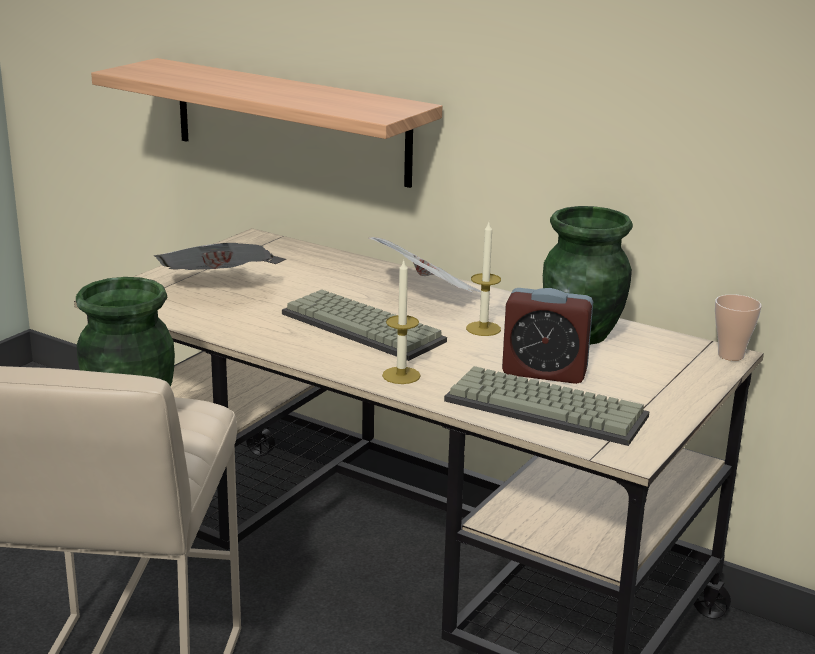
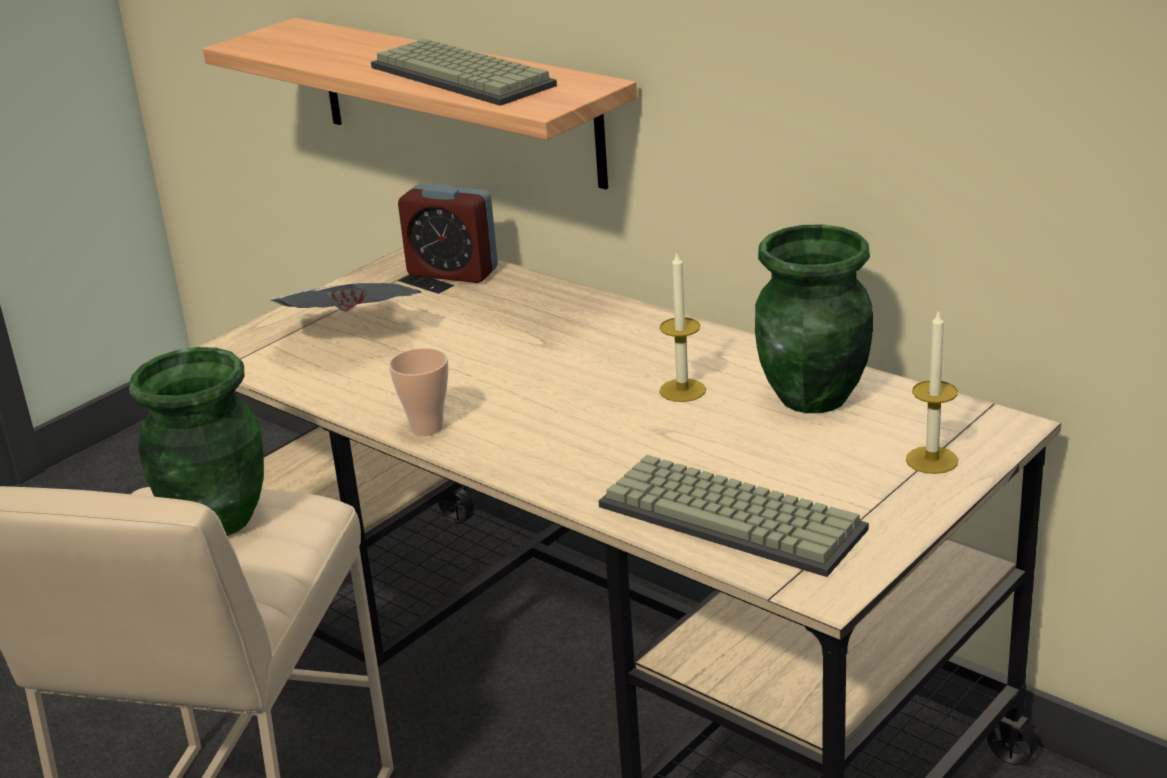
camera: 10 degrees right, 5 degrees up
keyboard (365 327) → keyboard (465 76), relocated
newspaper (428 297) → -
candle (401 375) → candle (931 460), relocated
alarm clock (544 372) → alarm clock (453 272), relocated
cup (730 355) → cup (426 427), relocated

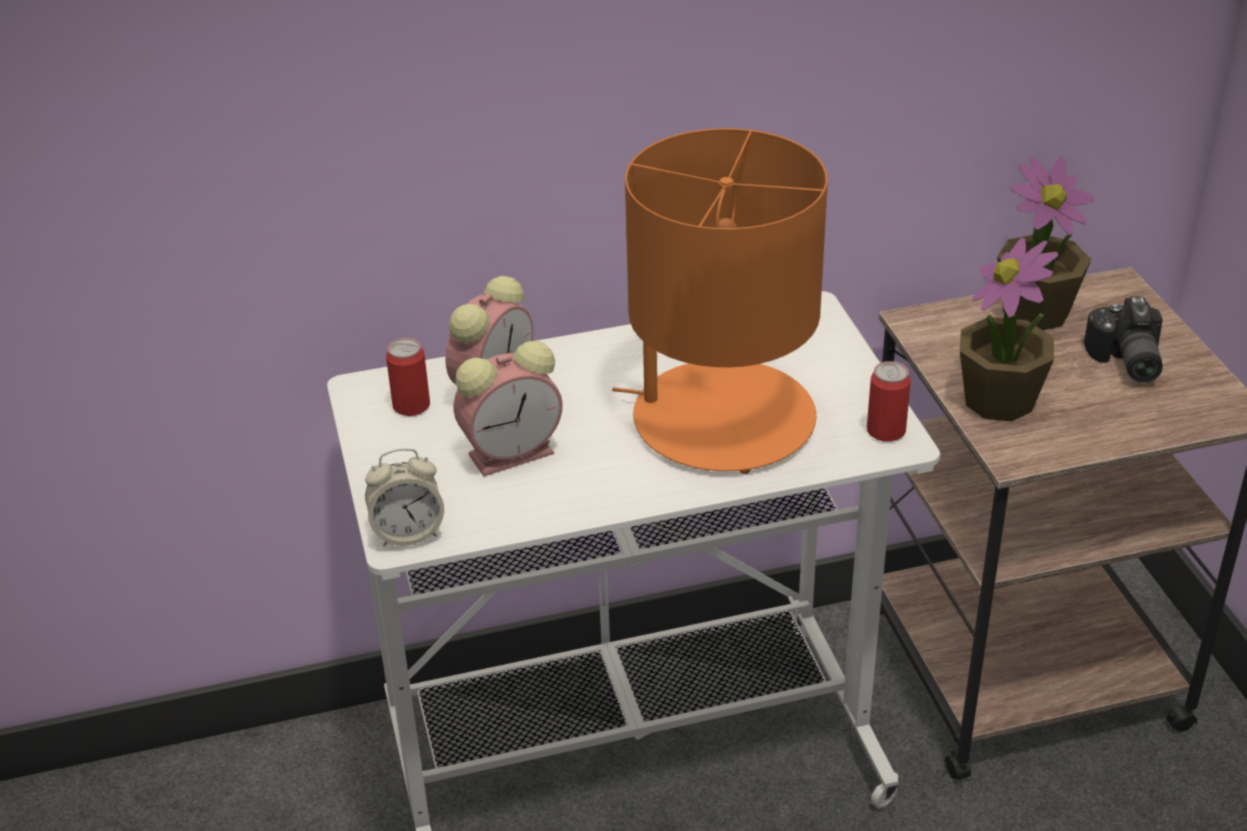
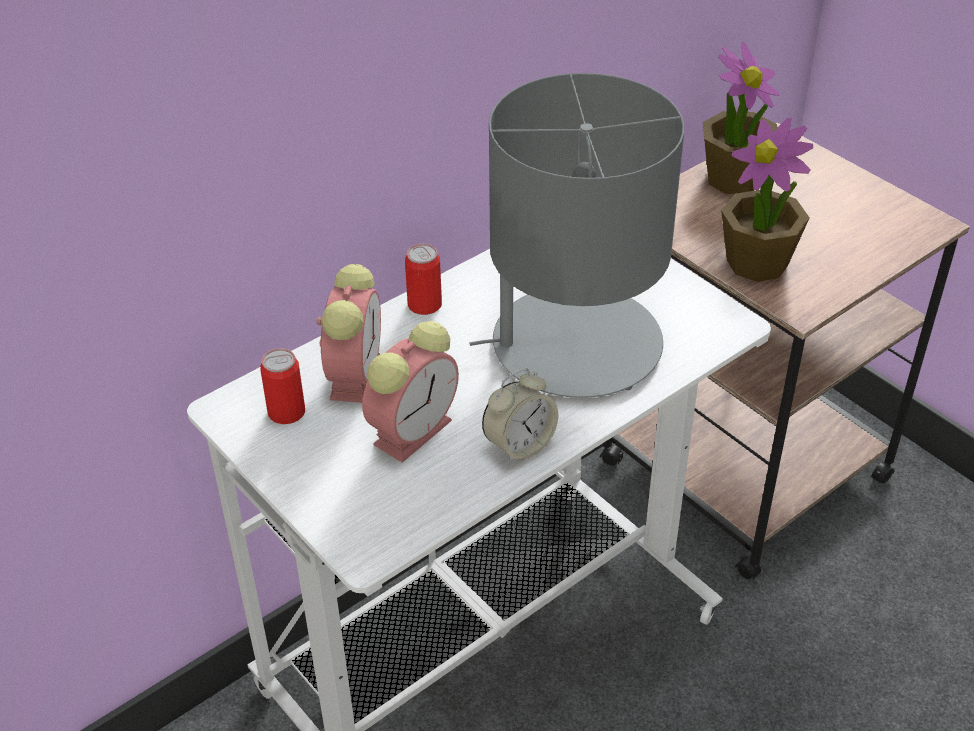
camera: 25 degrees left, 5 degrees up
alarm clock (408 533) → alarm clock (519 445), relocated
orange table lamp (721 418) → grey table lamp (574 344)
can (886 431) → can (424 305), relocated
photo camera (1124 362) → -

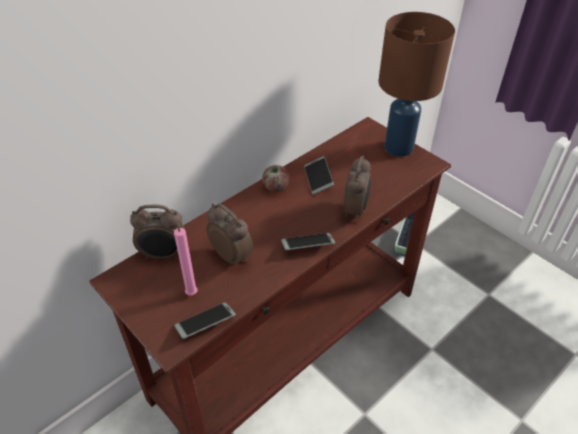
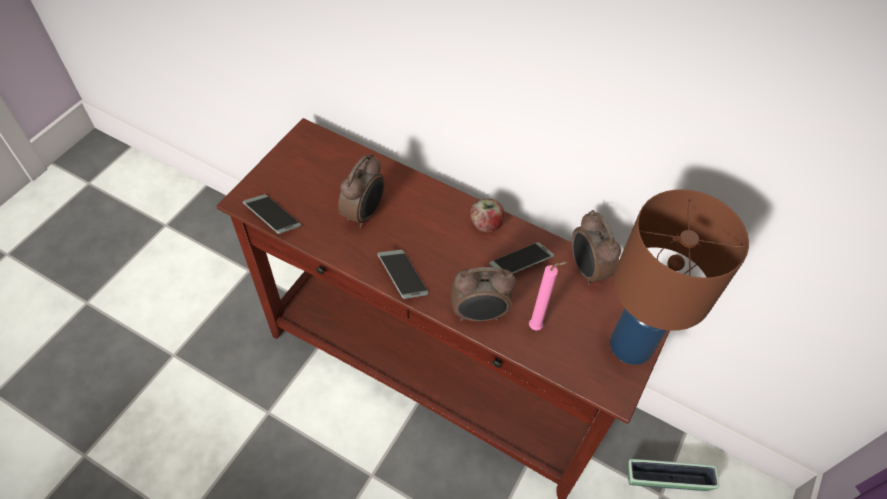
camera: 70 degrees right, 10 degrees up
alarm clock (163 255) → alarm clock (587 270), relocated
pink candle (192 292) → pink candle (537 327), relocated

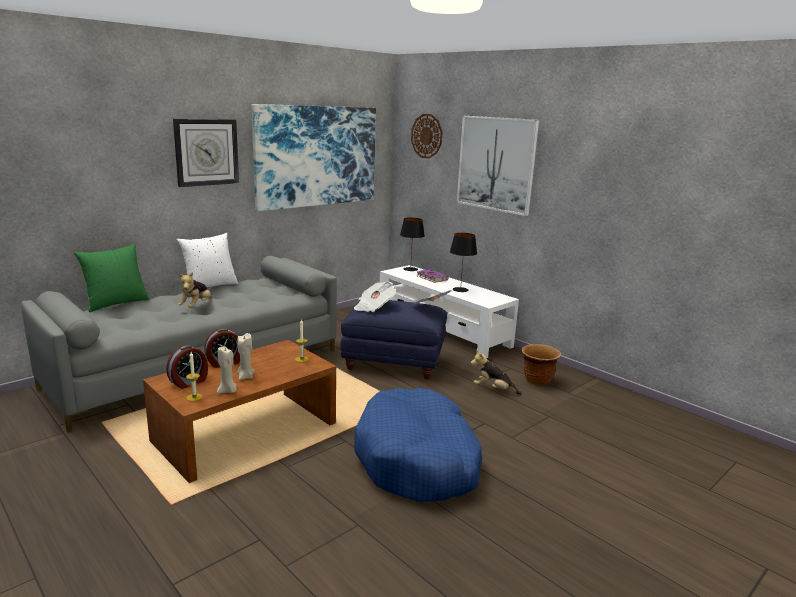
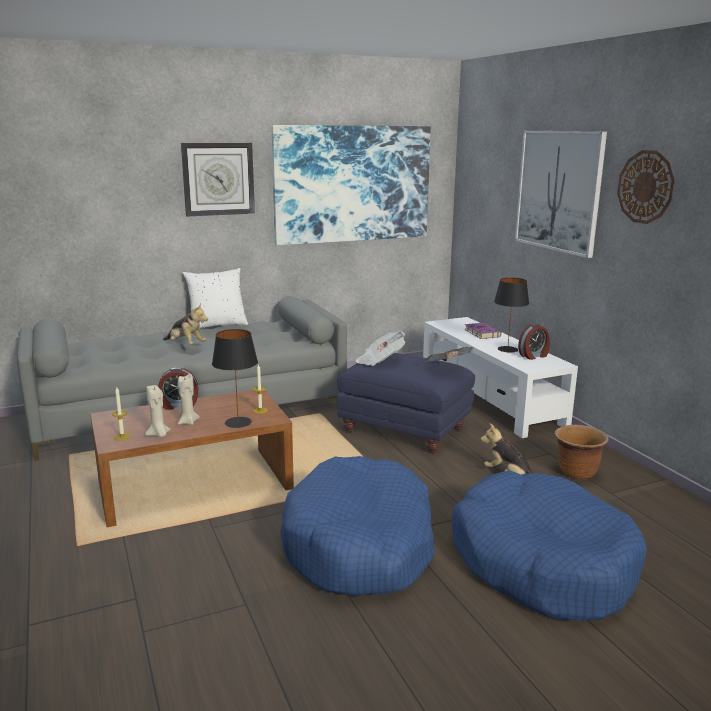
camera: 20 degrees right, 0 degrees up
green pillow (116 303) → -
alarm clock (189 382) → alarm clock (533 356), relocated
plush toy (196 306) → plush toy (186 345), 90 degrees counterclockwise
black table lamp (410 269) → black table lamp (238 422), relocated
wall clock (427 136) → wall clock (646 187), relocated
- → blue dog bed (541 563)

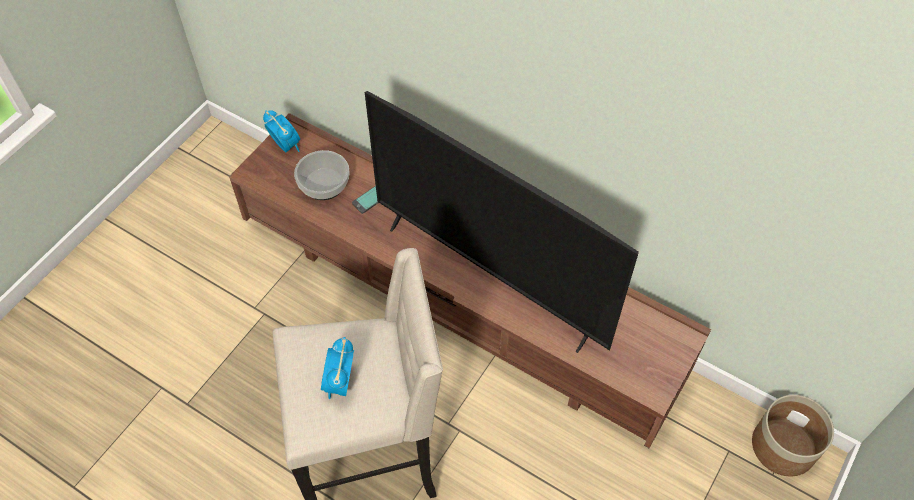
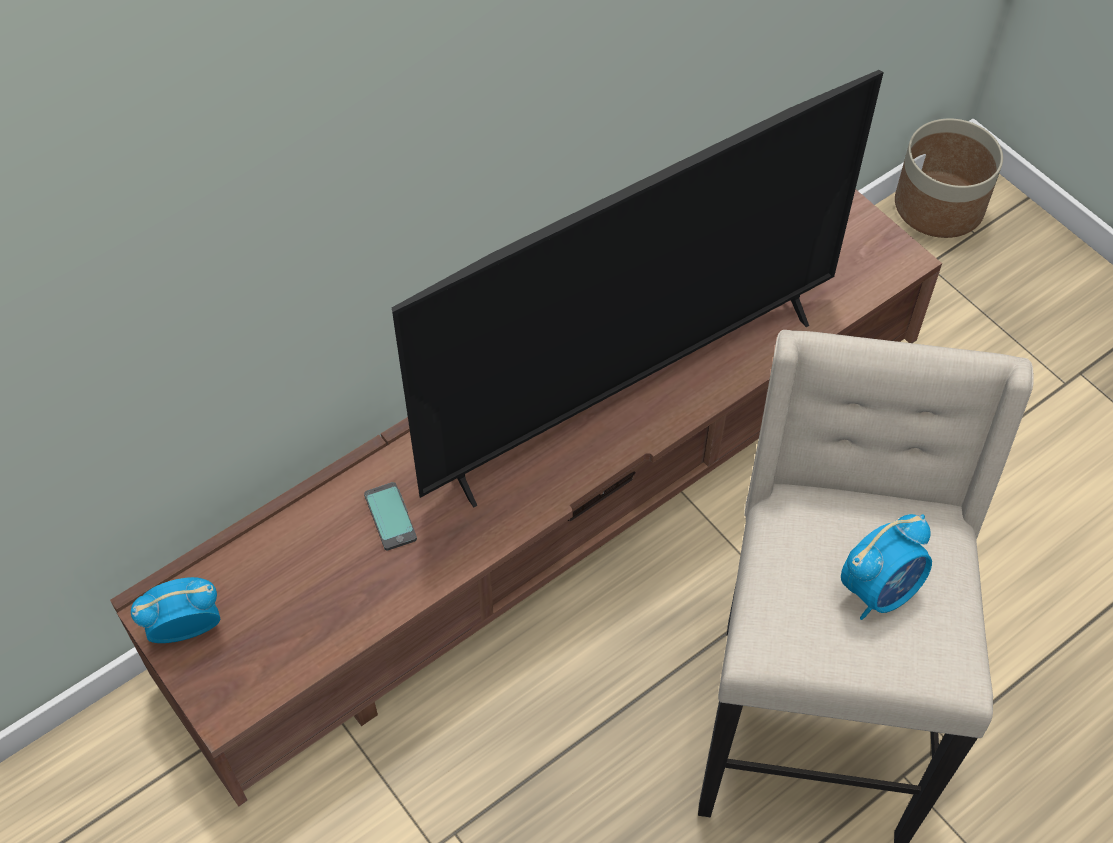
camera: 70 degrees left, 0 degrees up
bowl (324 183) → -
alarm clock (340 382) → alarm clock (879 590), 60 degrees counterclockwise

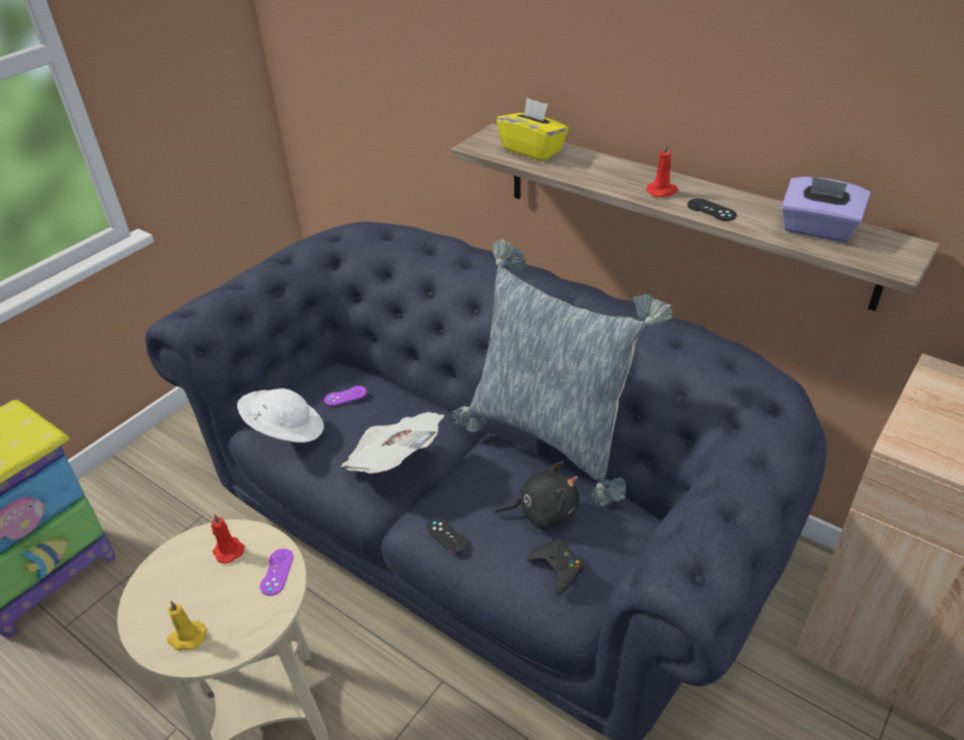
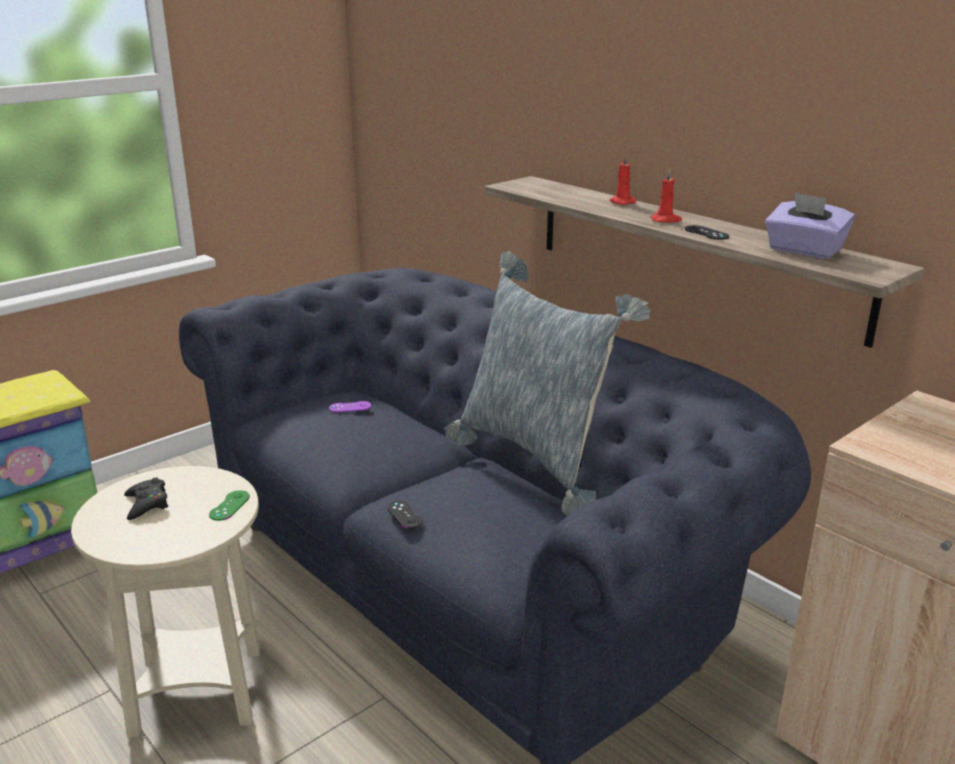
camera: 10 degrees right, 15 degrees down
yellow candle (186 637) → -
red candle (228 550) → red candle (621 202), relocated
white hat (285 430) → -
purple game controller (277 572) → green game controller (229 505)
newspaper (394 460) → -
black plush toy (543 512) → -
yellow tissue box (532 150) → -
black game controller (558 568) → black game controller (146 504), relocated

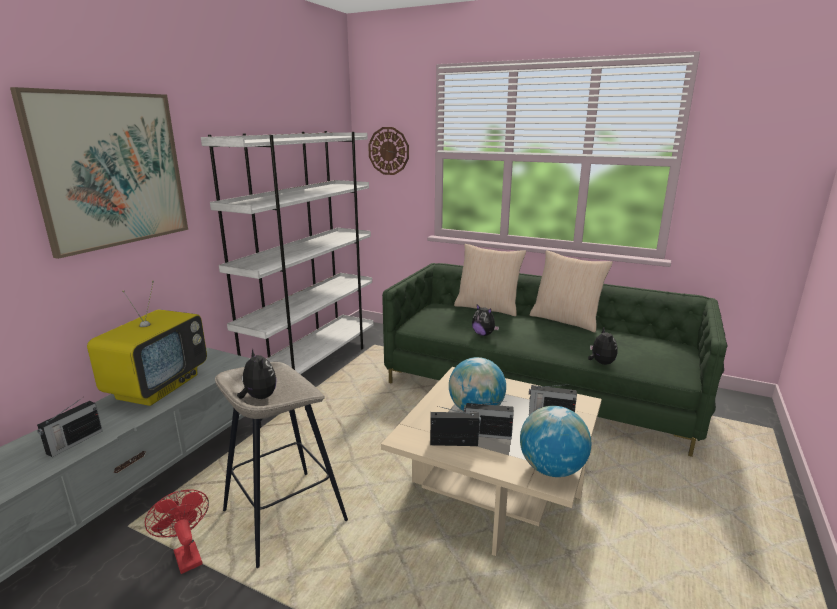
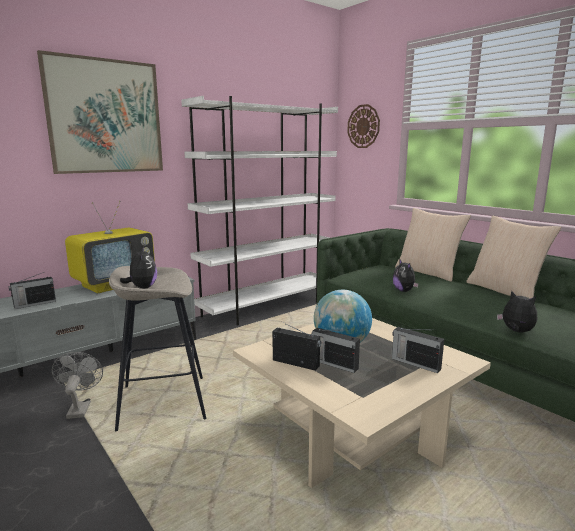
camera: 25 degrees right, 5 degrees down
red fan (186 554) → grey fan (80 408)
globe (551 469) → -
plush toy (601 363) → plush toy (516 331), 60 degrees counterclockwise

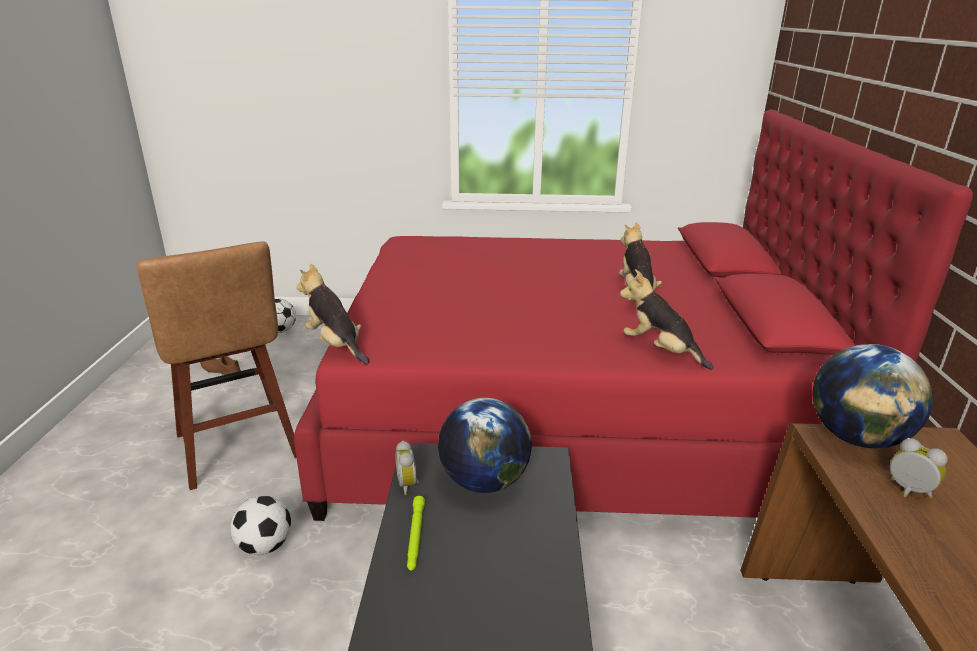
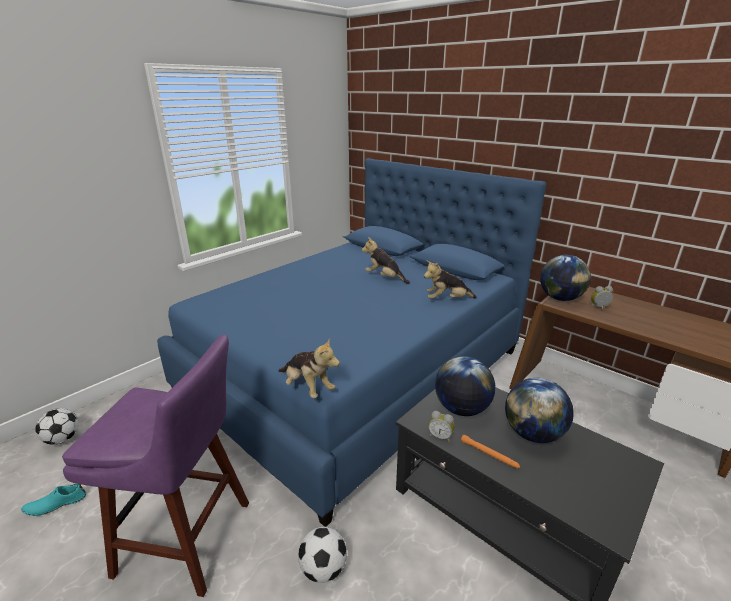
camera: 50 degrees left, 0 degrees up
brown stool (238 448) → purple stool (189 538)
brown shoe (221 370) → turquoise shoe (56 504)
red bed (565 416) → blue bed (355 370)
plush toy (336 345) → plush toy (307 387), 135 degrees counterclockwise
green flashlight (415 537) → orange flashlight (489 455)
- → globe (533 433)

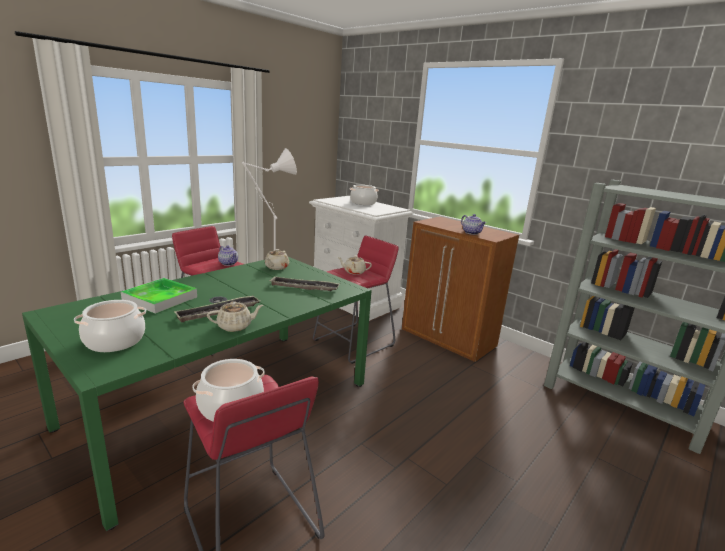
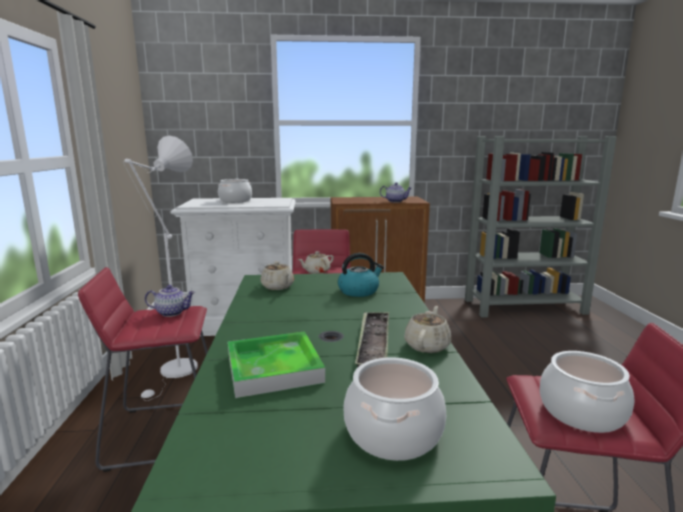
camera: 45 degrees left, 5 degrees down
tray (304 287) → kettle (359 291)

